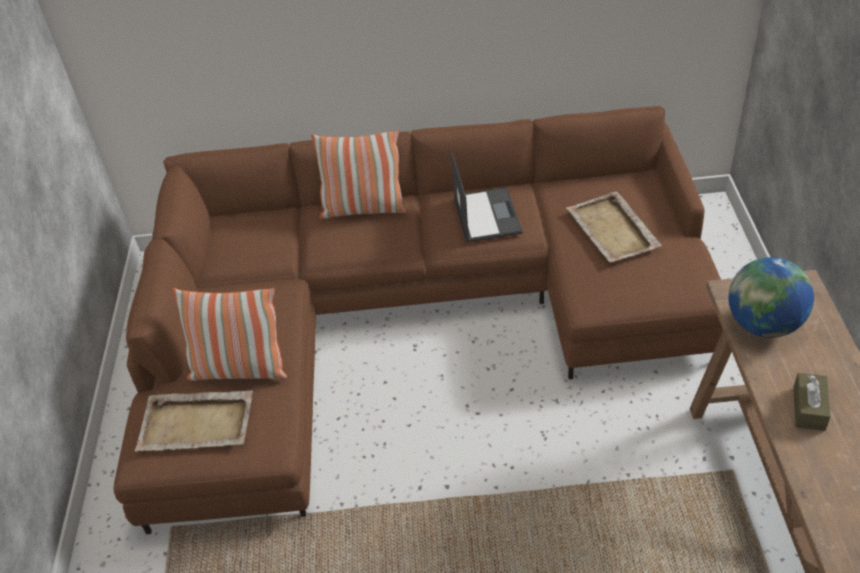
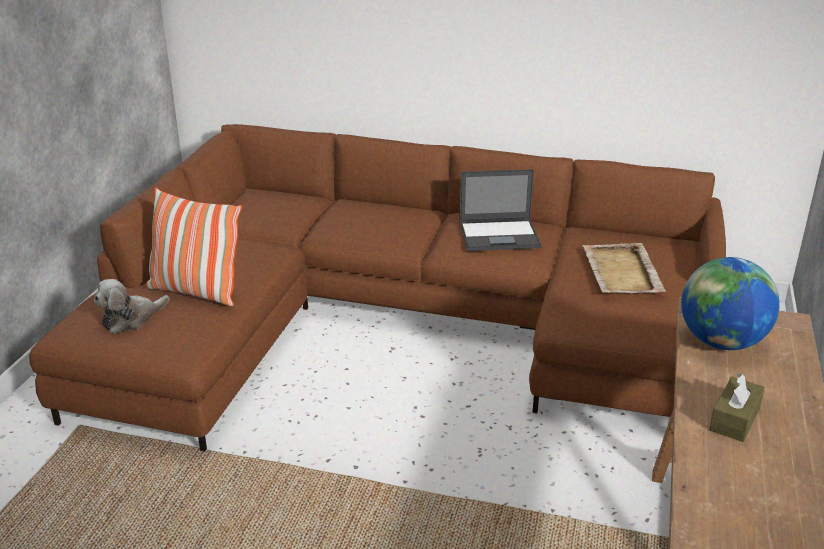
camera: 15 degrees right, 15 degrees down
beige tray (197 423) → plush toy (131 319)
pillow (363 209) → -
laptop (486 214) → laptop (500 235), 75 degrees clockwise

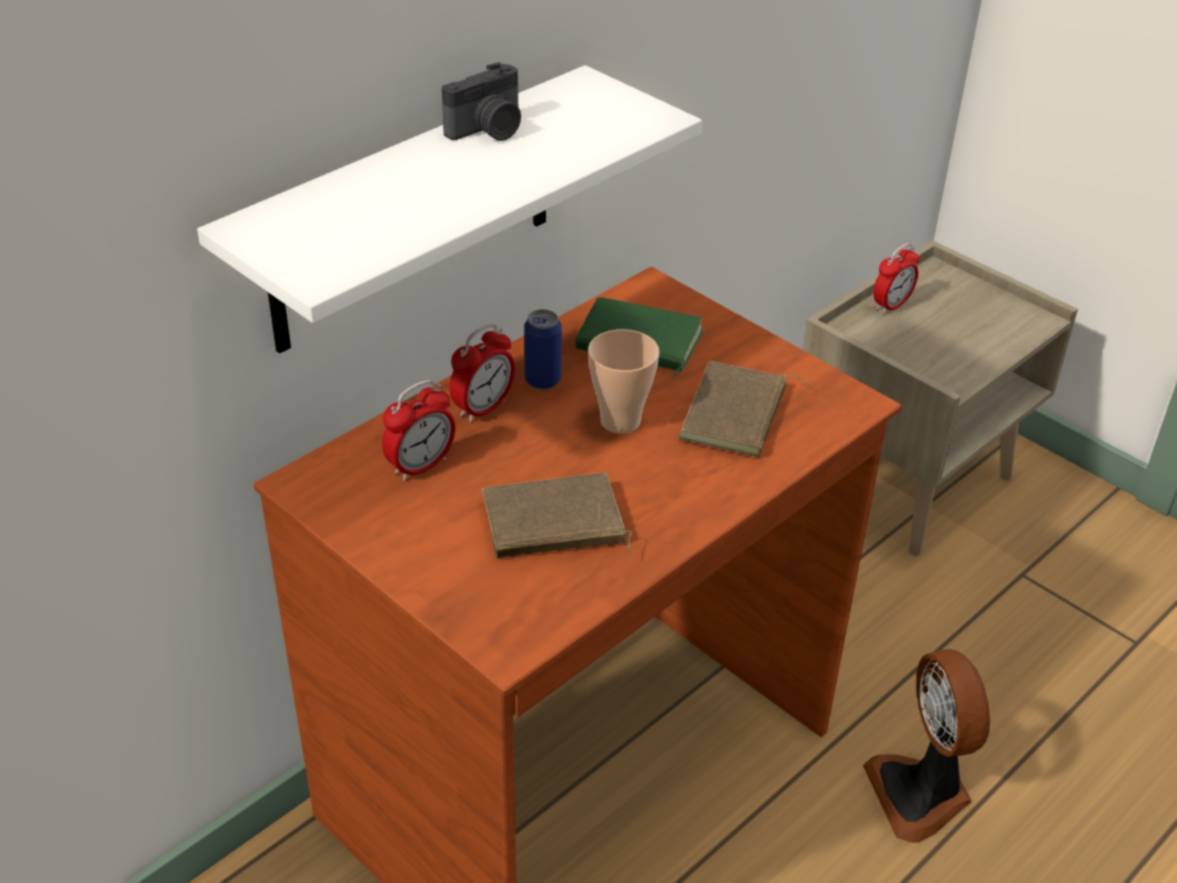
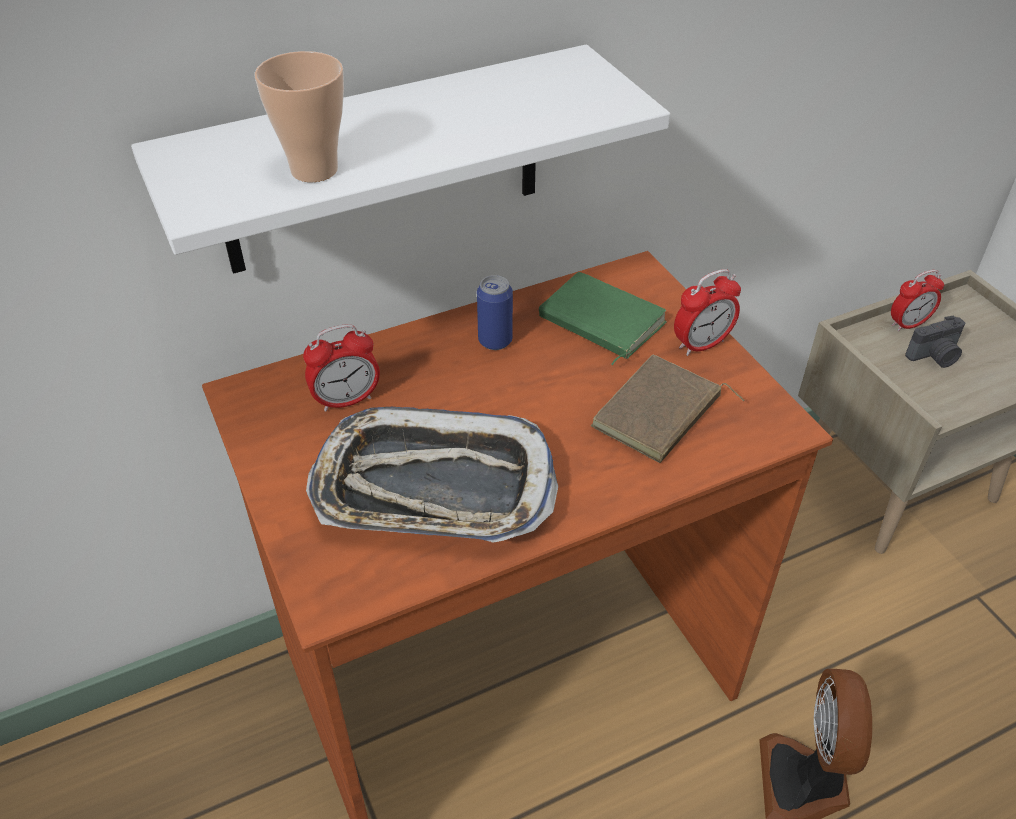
camera: 20 degrees right, 5 degrees up
photo camera (489 130) → photo camera (935 357), relocated
alarm clock (483 408) → alarm clock (701 344), relocated
brown book (553 526) → tray (432 488)
cup (620 421) → cup (314 170), relocated

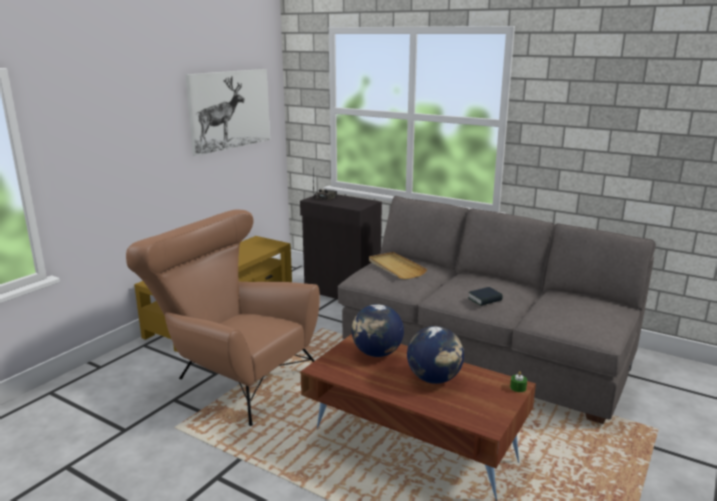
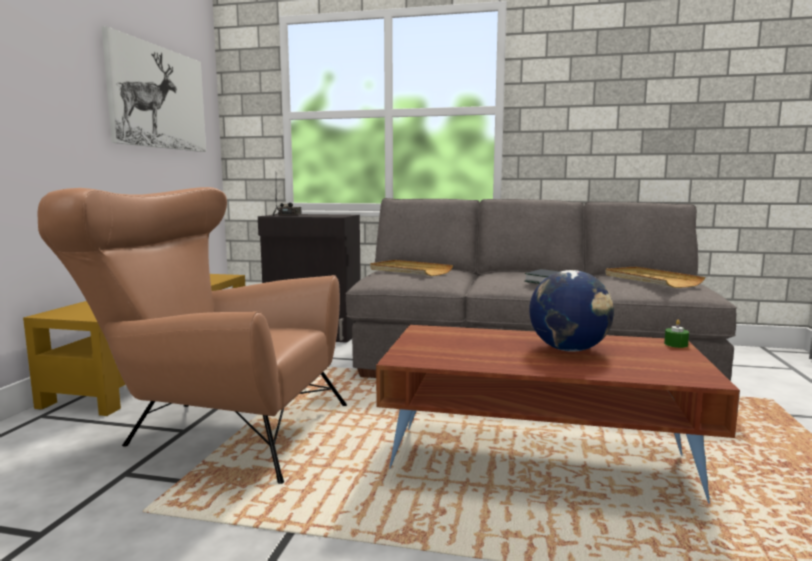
camera: 20 degrees left, 10 degrees down
globe (377 353) → -
- → beige tray (650 280)

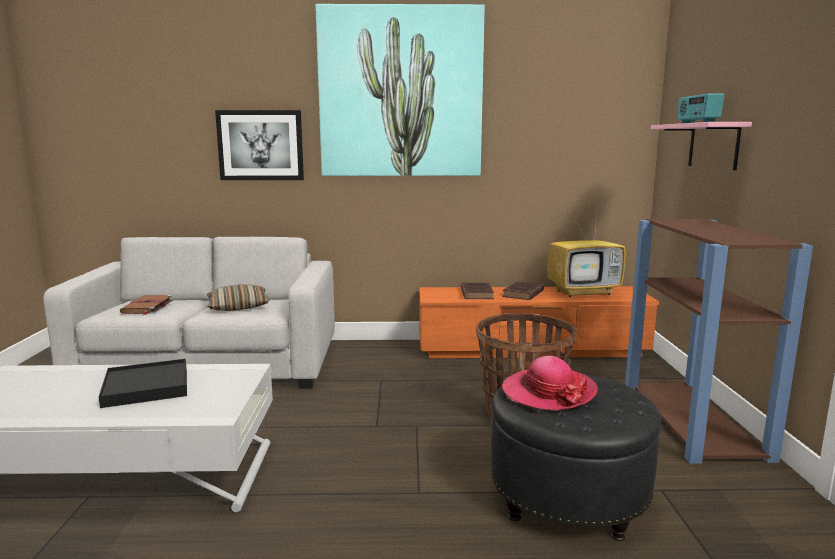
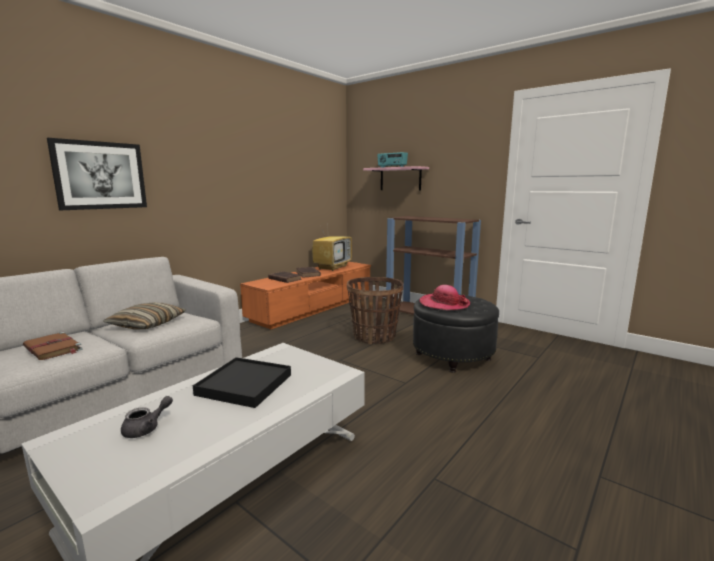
camera: 50 degrees left, 0 degrees up
picture (400 93) → -
- → grey teapot (146 428)

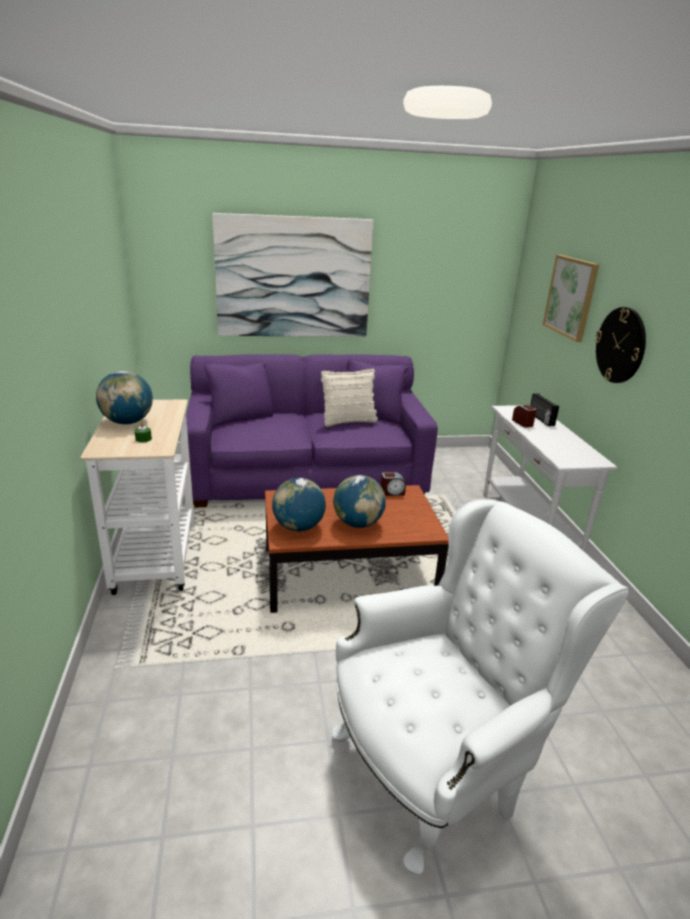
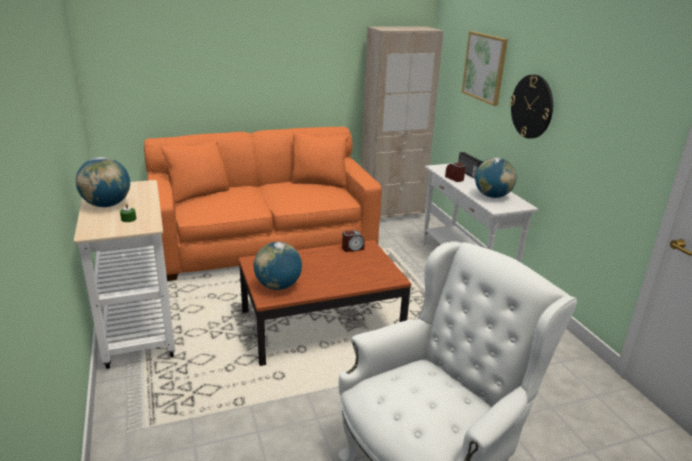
camera: 10 degrees left, 0 degrees up
purple sofa (307 478) → orange sofa (264 245)
picture (293 278) → -
beige pillow (348 421) → -
globe (358 523) → globe (492 196), relocated
- → beige cabinet (391 214)

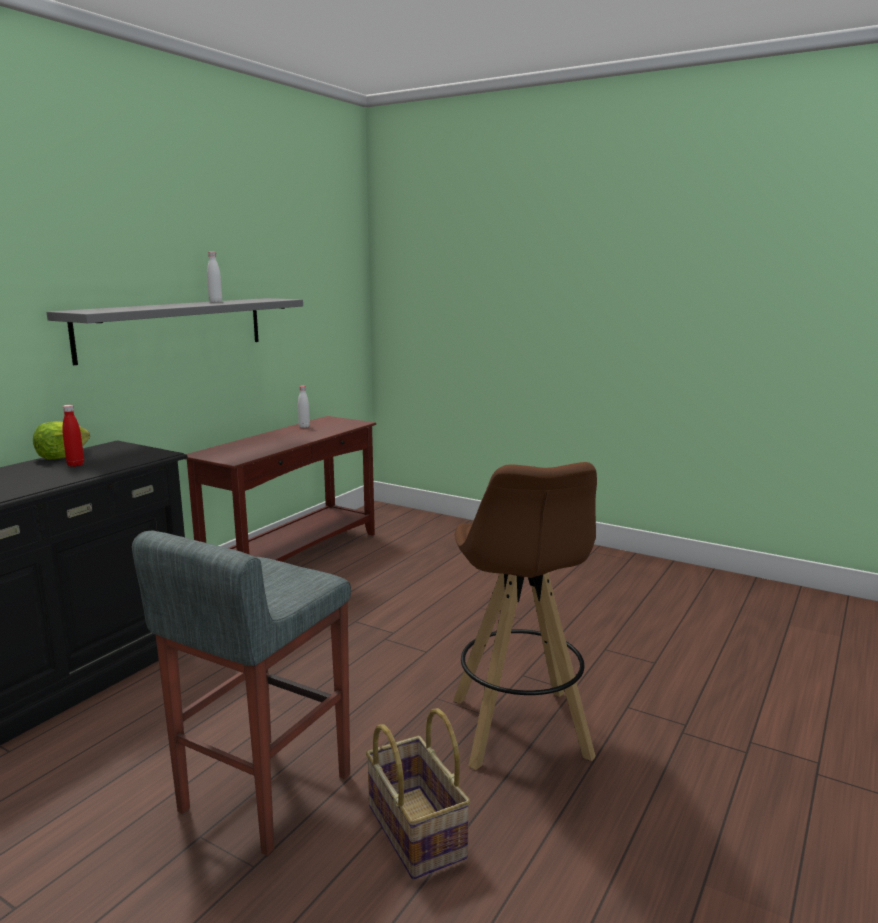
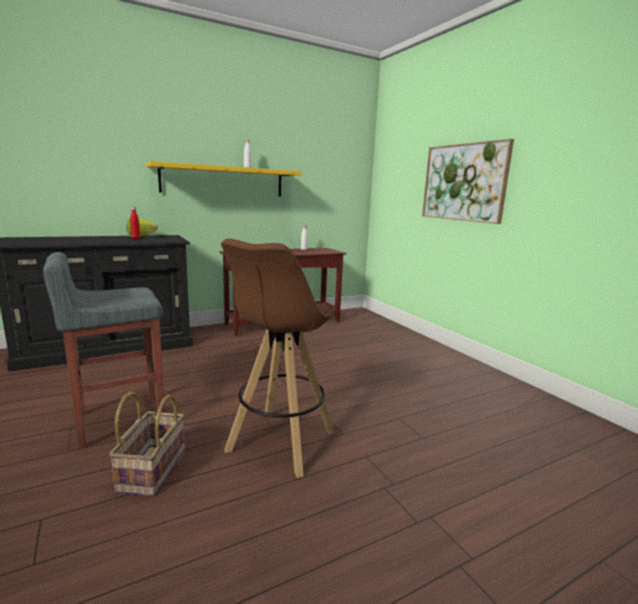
camera: 30 degrees right, 0 degrees up
grey shelf (174 328) → yellow shelf (223 181)
- → picture (463 182)

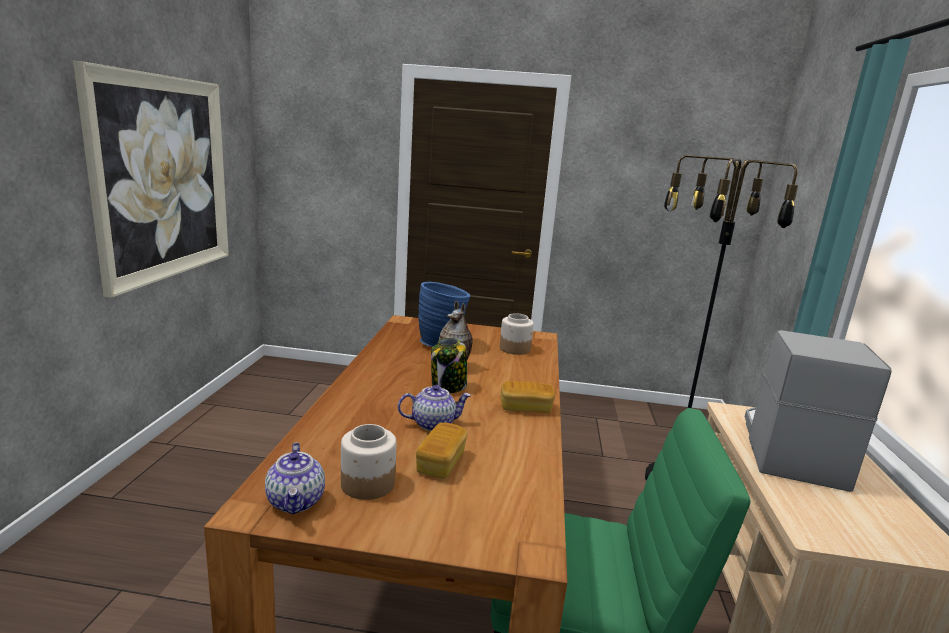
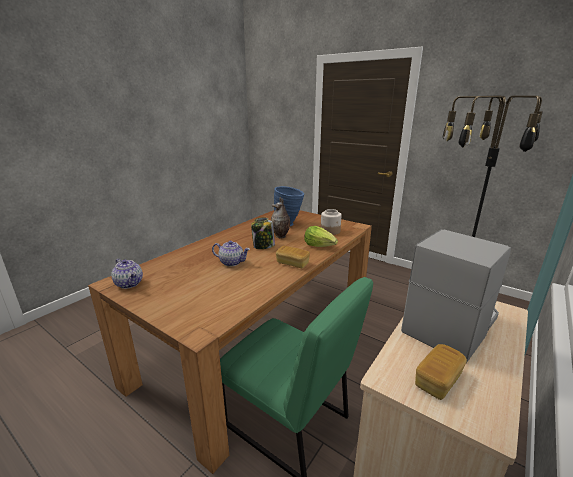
camera: 30 degrees right, 5 degrees up
picture (163 178) → -
teapot (296 501) → teapot (129 283), 60 degrees counterclockwise
jar (367 484) → -
bread (441 463) → bread (438 380), relocated
- → lettuce (319 246)

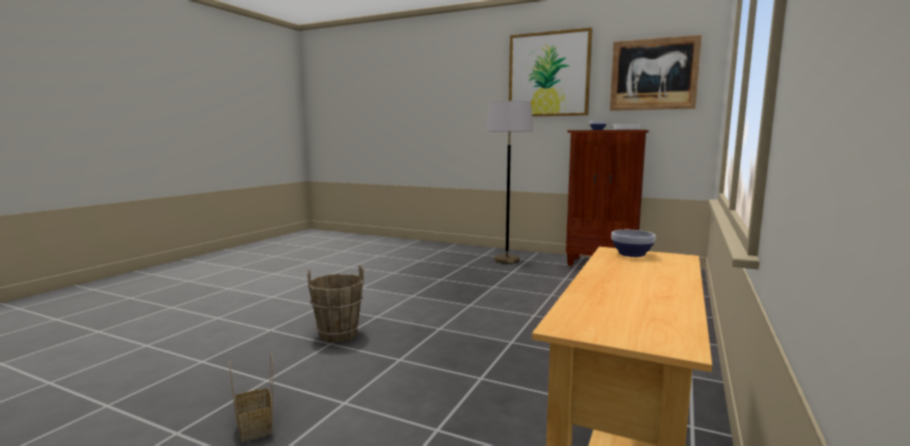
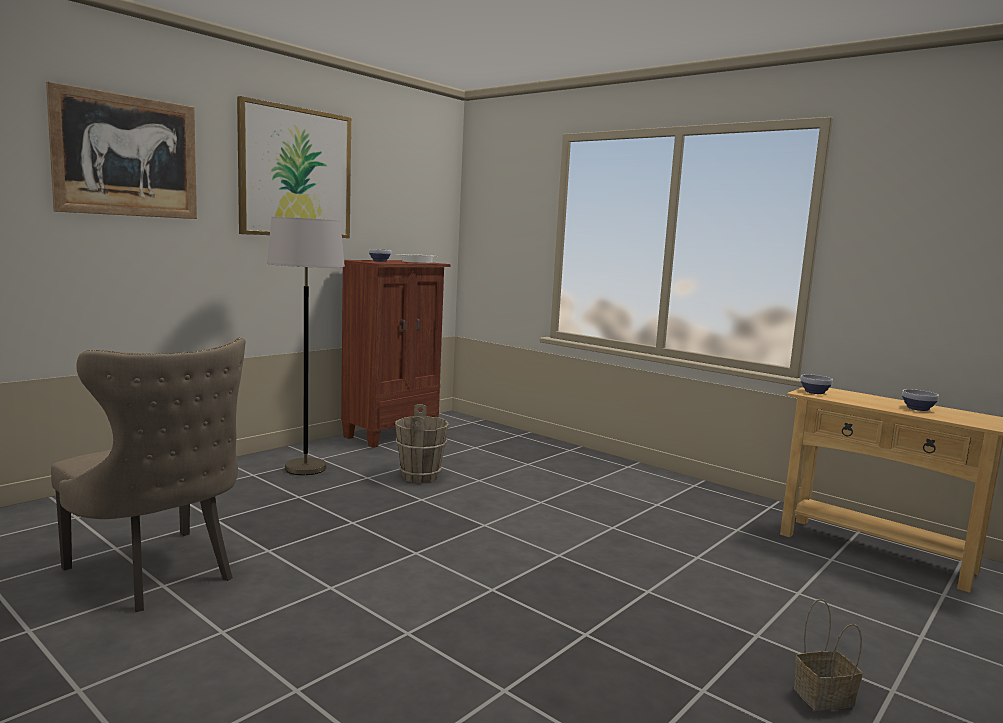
camera: 75 degrees left, 0 degrees up
brown bucket (338 334) → brown bucket (420 476), relocated
picture (653 74) → picture (126 156), relocated
- → beige chair (158 573)
- → bowl (917 408)

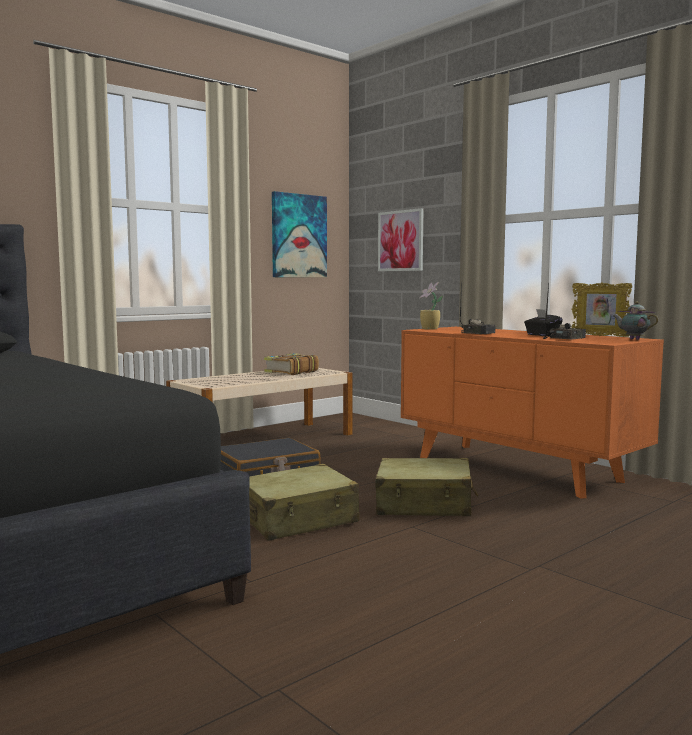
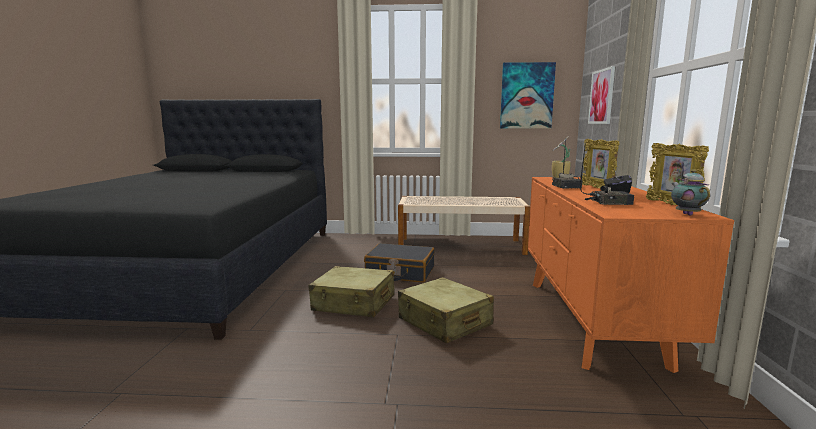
camera: 45 degrees right, 5 degrees up
book (290 372) → -
- → picture frame (597 188)

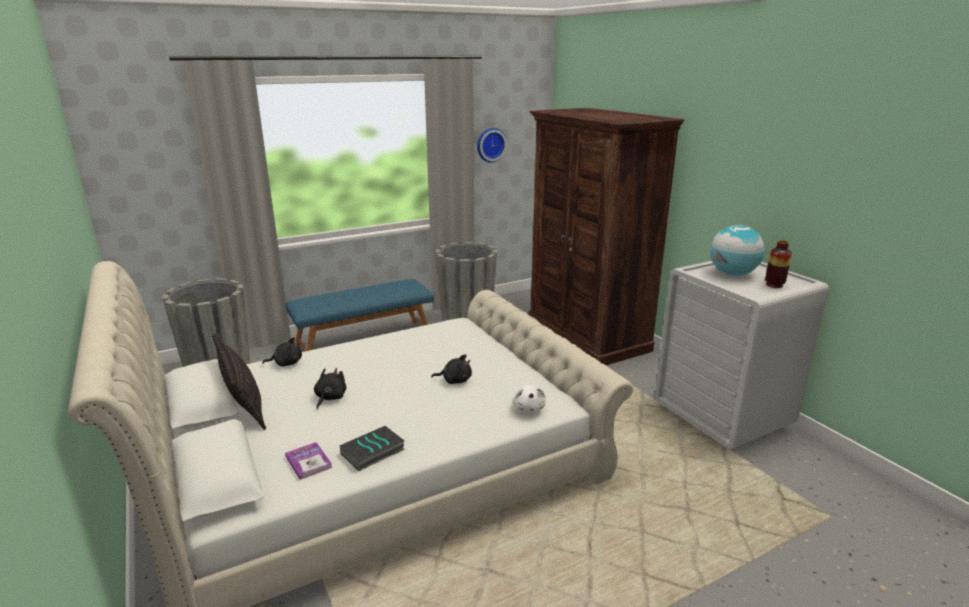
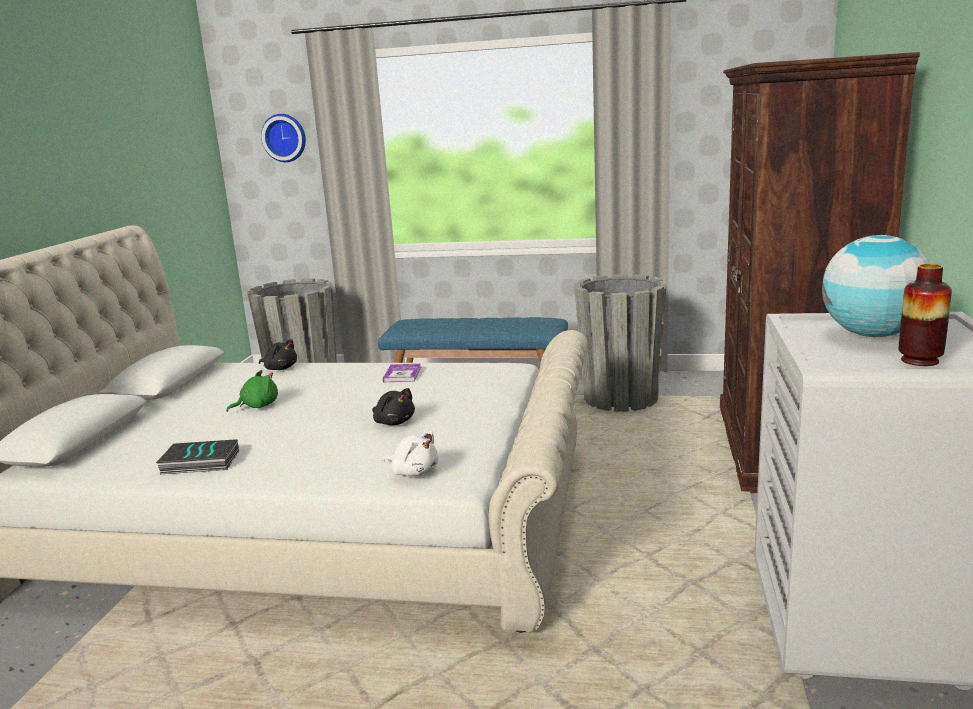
camera: 40 degrees right, 5 degrees down
pillow (243 402) → -
book (308 462) → book (402 374), relocated
black plush toy (330 398) → green plush toy (257 406)
wall clock (490 144) → wall clock (285 137), relocated
white plush toy (529 408) → white plush toy (413 472), 90 degrees counterclockwise

